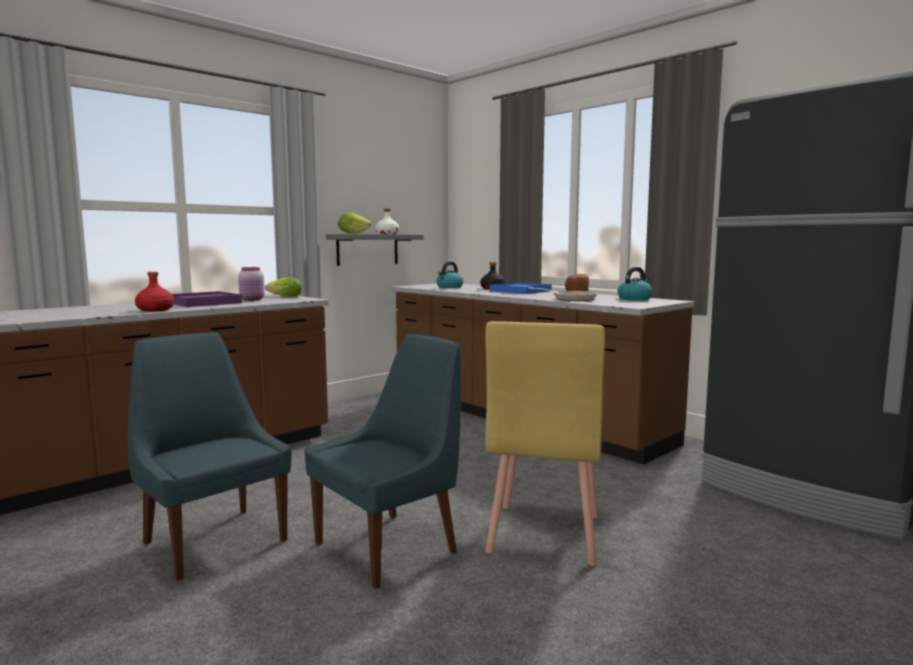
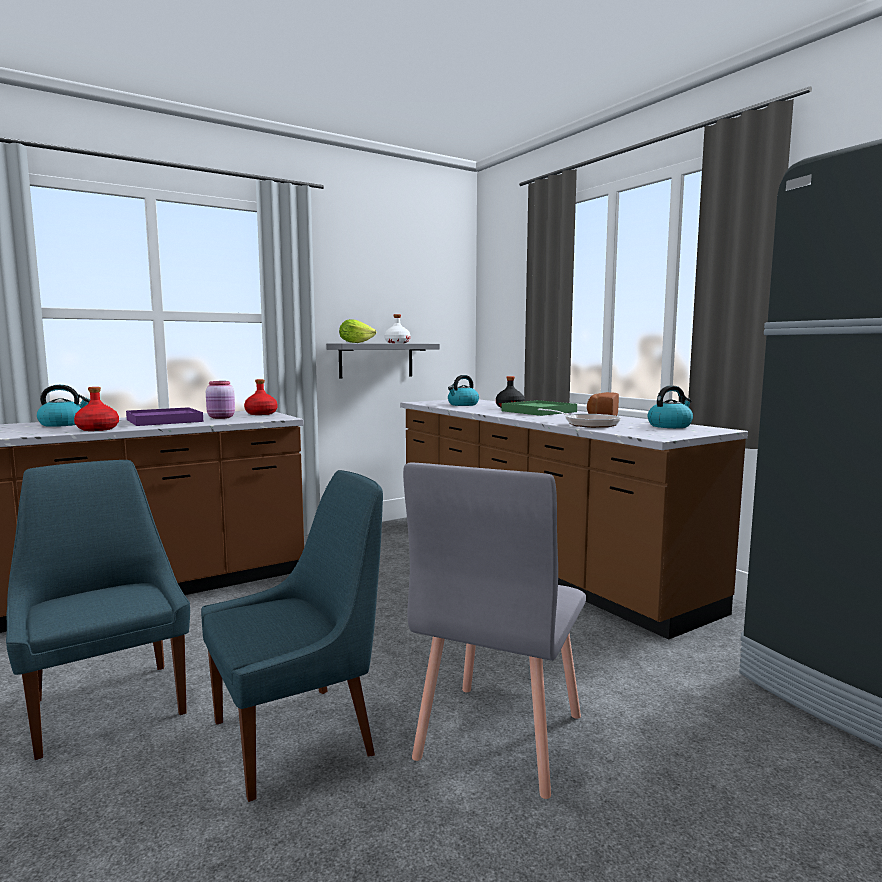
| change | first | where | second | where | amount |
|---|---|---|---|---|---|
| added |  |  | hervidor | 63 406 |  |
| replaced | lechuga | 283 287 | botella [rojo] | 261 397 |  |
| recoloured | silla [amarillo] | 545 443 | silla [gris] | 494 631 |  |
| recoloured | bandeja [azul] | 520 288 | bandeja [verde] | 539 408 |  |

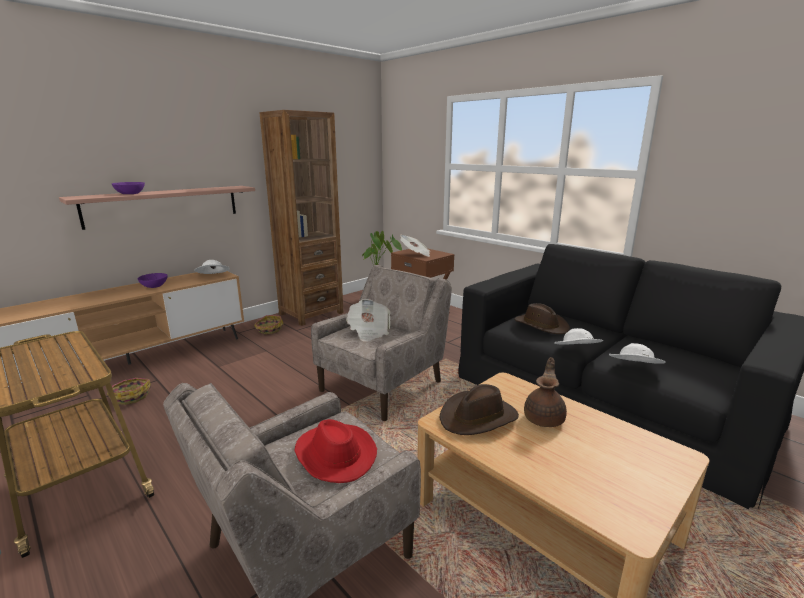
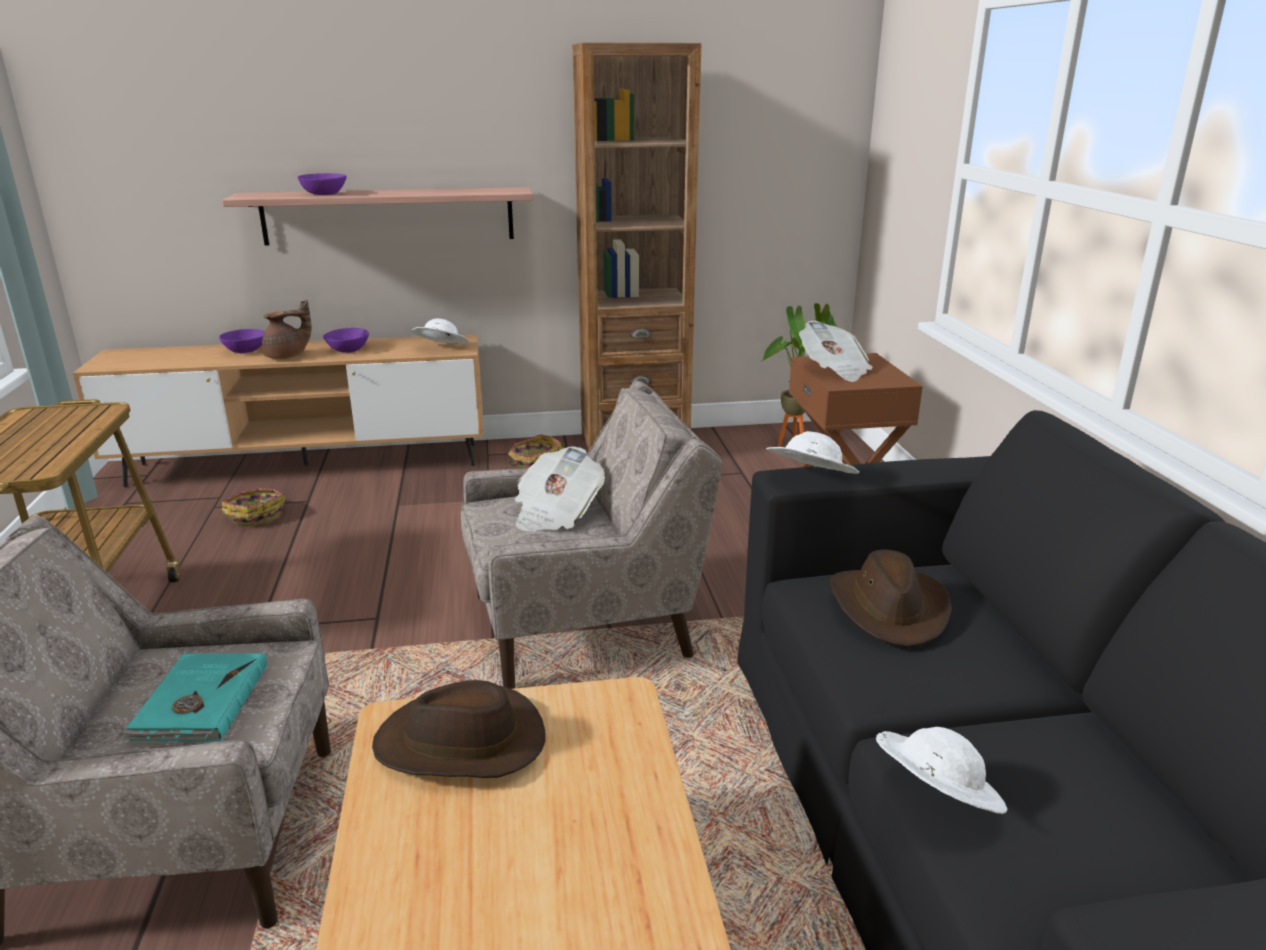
| change | first | where | second | where | amount |
|---|---|---|---|---|---|
| added |  |  | cuenco [morado] | 242 341 |  |
| moved | tetera [marrón] | 545 392 |  | 286 329 |  |
| moved | sombrero [blanco] | 578 336 |  | 812 452 |  |
| replaced | sombrero [rojo] | 336 451 | libro [turquesa] | 193 697 |  |

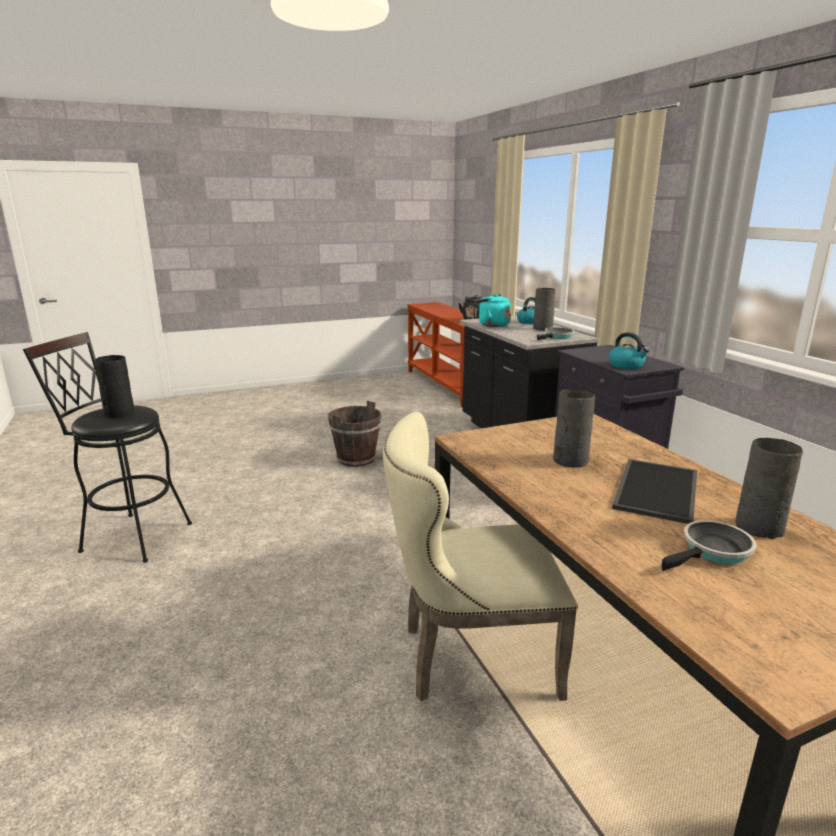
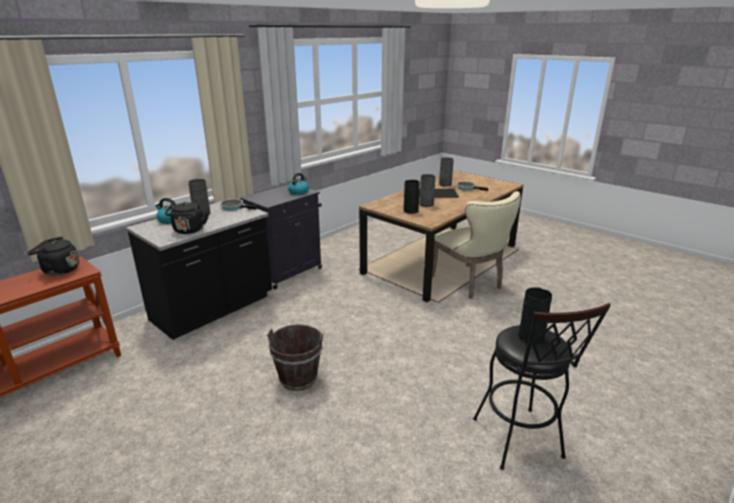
| change | first | where | second | where | amount |
|---|---|---|---|---|---|
| added |  |  | florero [negro] | 412 197 |  |
| recoloured | hervidor [turquesa] | 492 310 | hervidor [negro] | 186 218 |  |

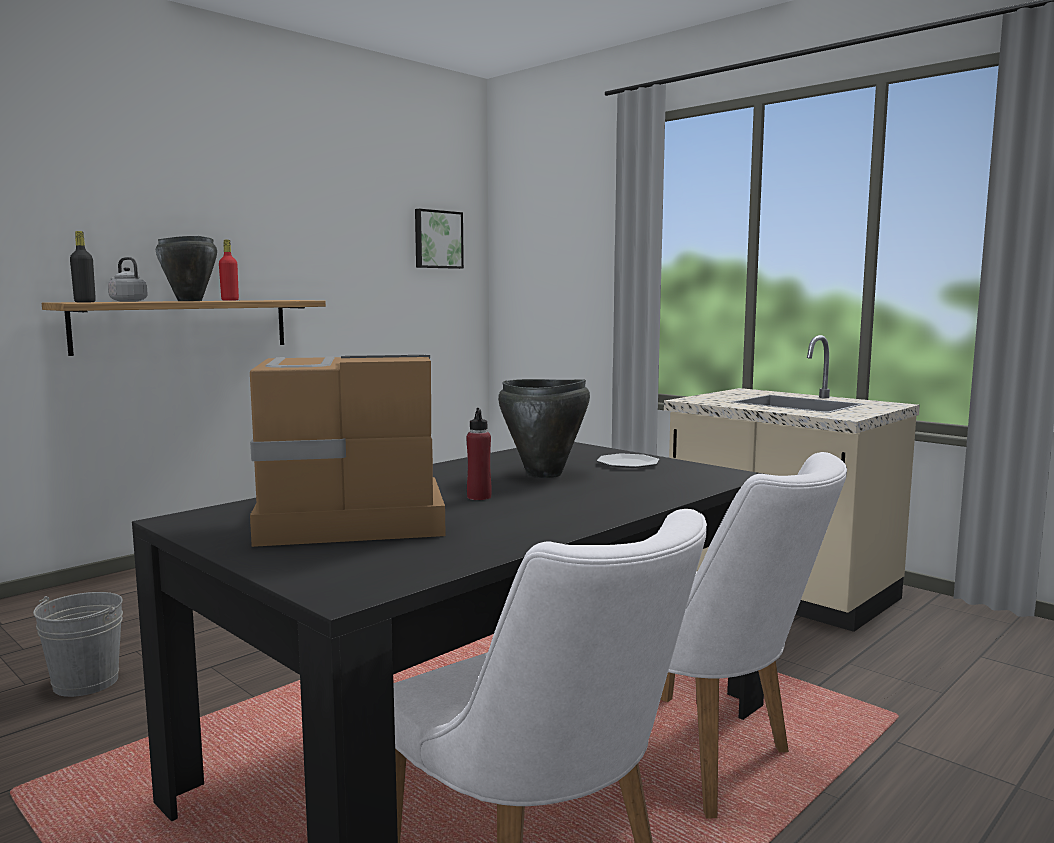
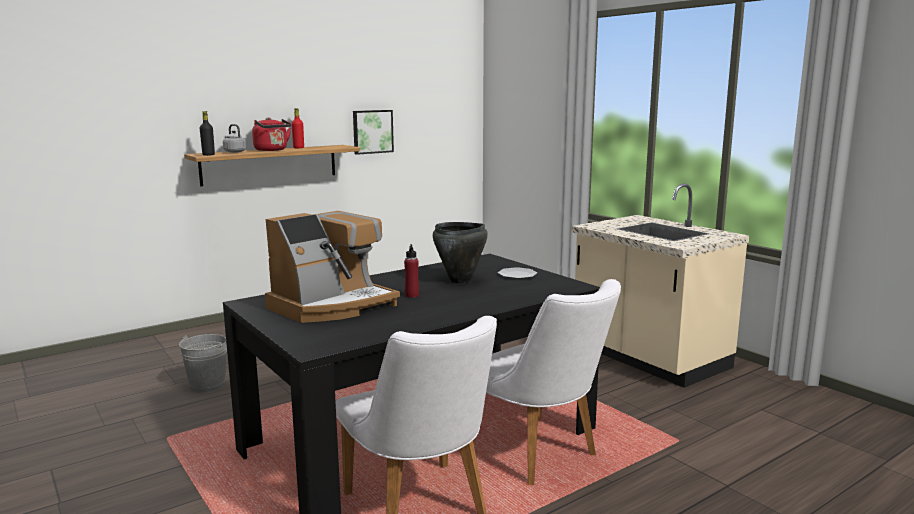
| change | first | where | second | where | amount |
|---|---|---|---|---|---|
| moved | cuadro | 439 239 |  | 373 132 |  |
| replaced | olla [negro] | 186 268 | hervidor [rojo] | 271 134 |  |
| turned | cafetera | 348 451 |  | 332 267 | 135 degrees clockwise |

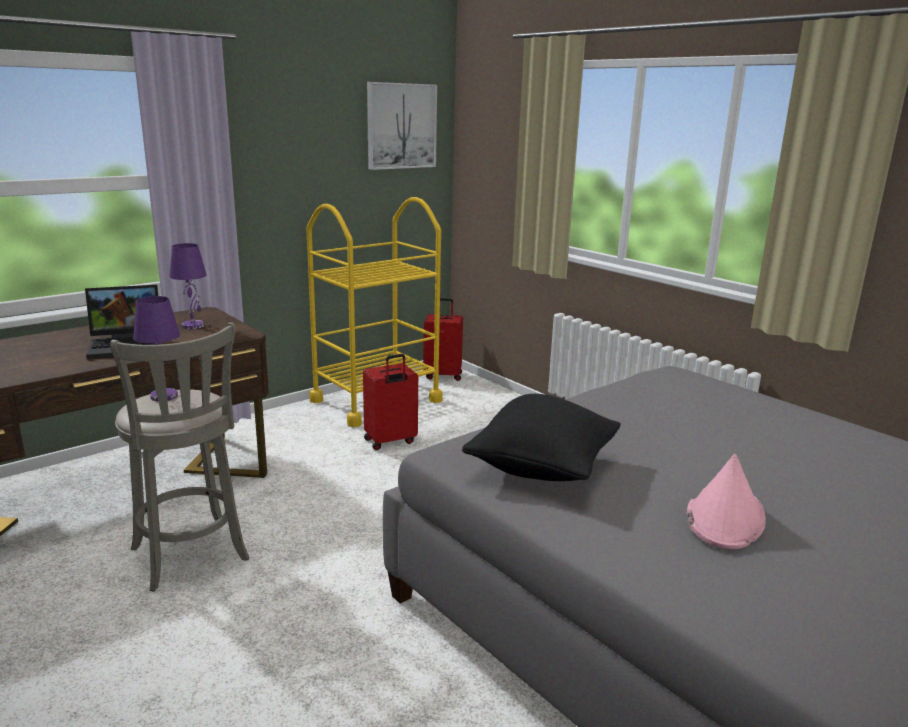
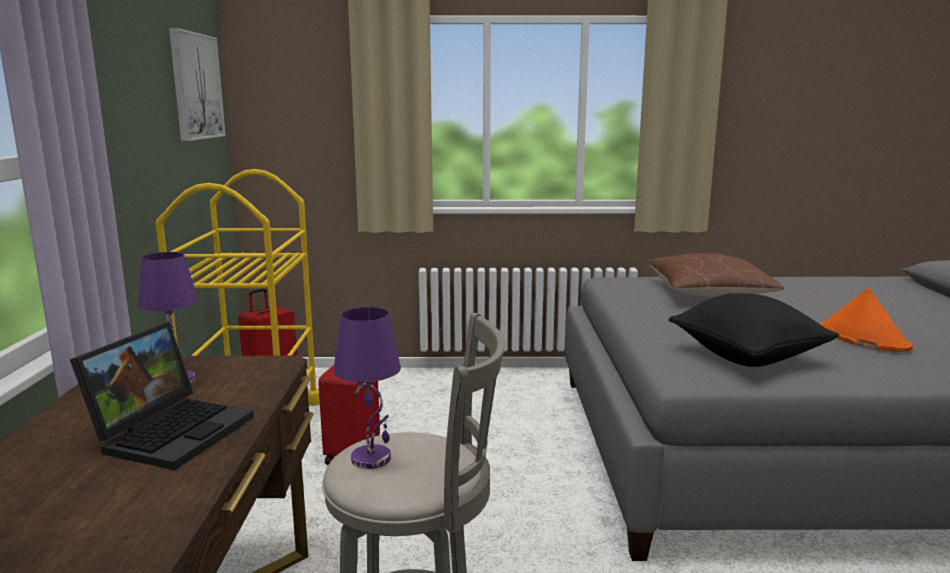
| change | first | where | second | where | amount |
|---|---|---|---|---|---|
| added |  |  | cojín [marrón] | 716 275 |  |
| recoloured | sombrero [rosa] | 726 501 | sombrero [naranja] | 866 320 |  |

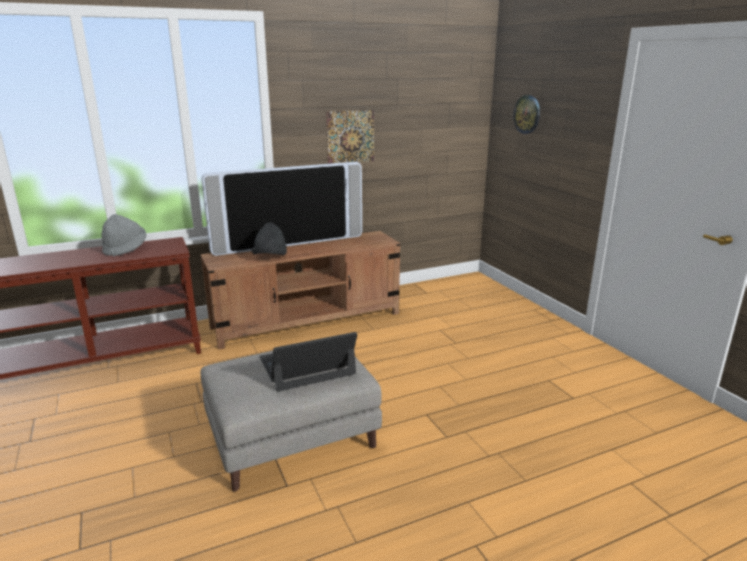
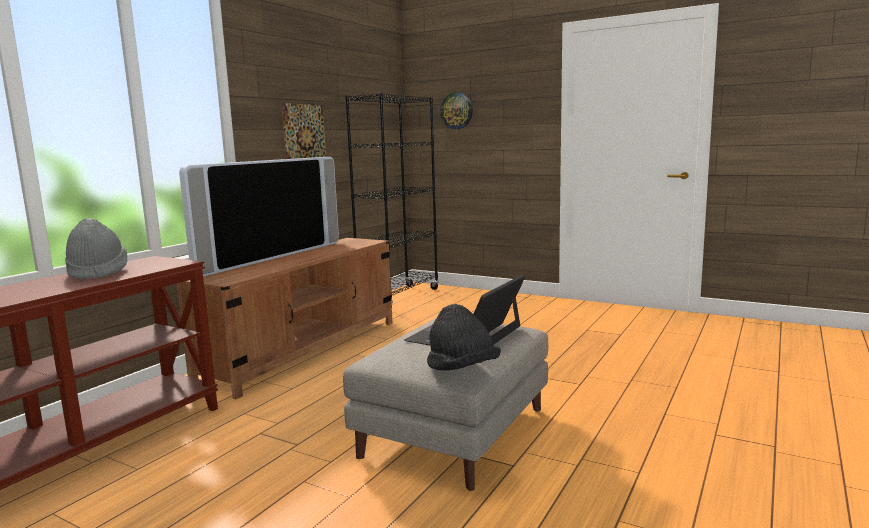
| change | first | where | second | where | amount |
|---|---|---|---|---|---|
| added |  |  | estantería [negro] | 392 198 |  |
| moved | sombrero [negro] | 269 239 |  | 464 337 |  |

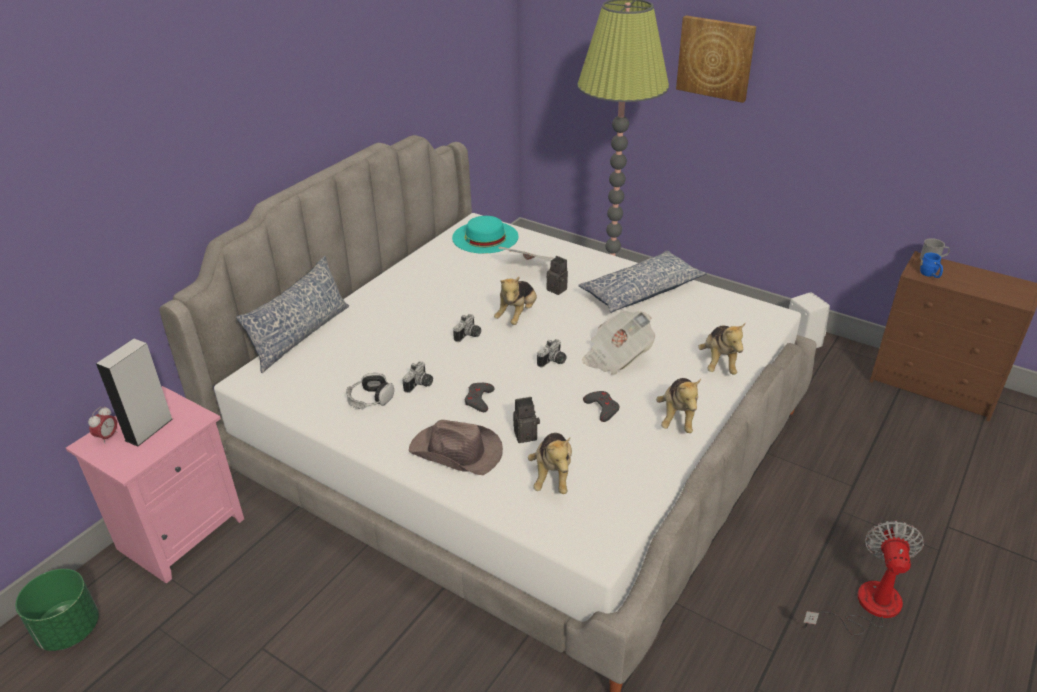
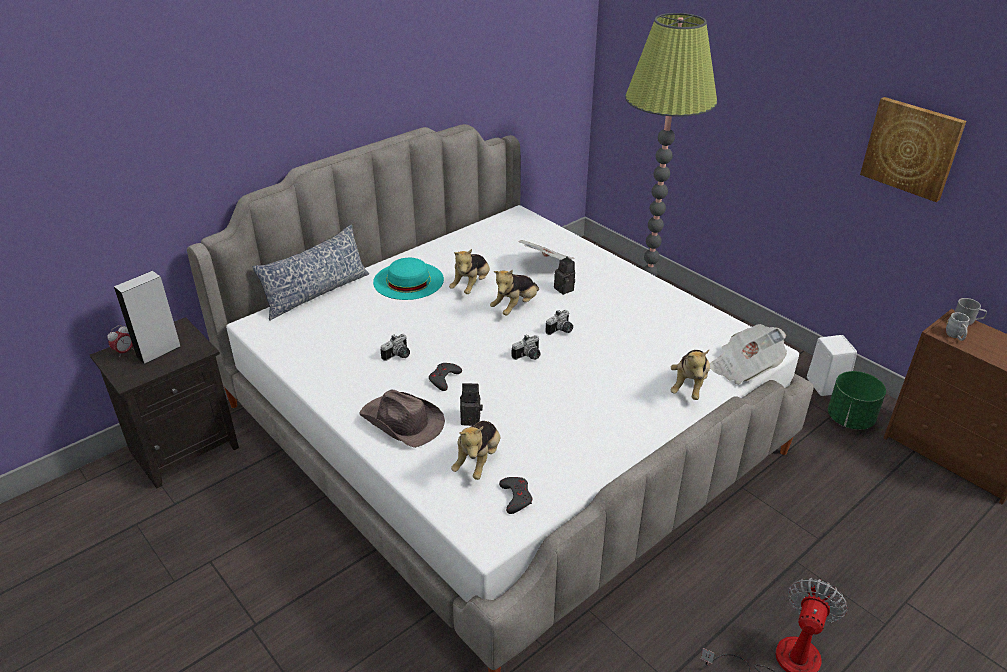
| change | first | where | second | where | amount |
|---|---|---|---|---|---|
| removed | auriculares | 370 391 |  |  |  |
| removed | cojín | 642 282 |  |  |  |
| moved | maceta [verde] | 57 610 |  | 857 400 |  |
| moved | sombrero [turquesa] | 485 235 |  | 408 279 |  |
| moved | cámara | 467 328 |  | 559 322 |  |
| moved | periódico | 618 343 |  | 748 354 |  |
| moved | mando de consola [gris] | 601 406 |  | 515 495 |  |
| moved | peluche | 678 405 |  | 469 271 |  |
| moved | cuadro | 716 59 |  | 913 149 |  |
| recoloured | mesita de noche [rosa] | 155 485 | mesita de noche [negro] | 164 403 |  |
| recoloured | taza grande [azul] | 931 265 | taza grande [gris] | 958 326 |  |

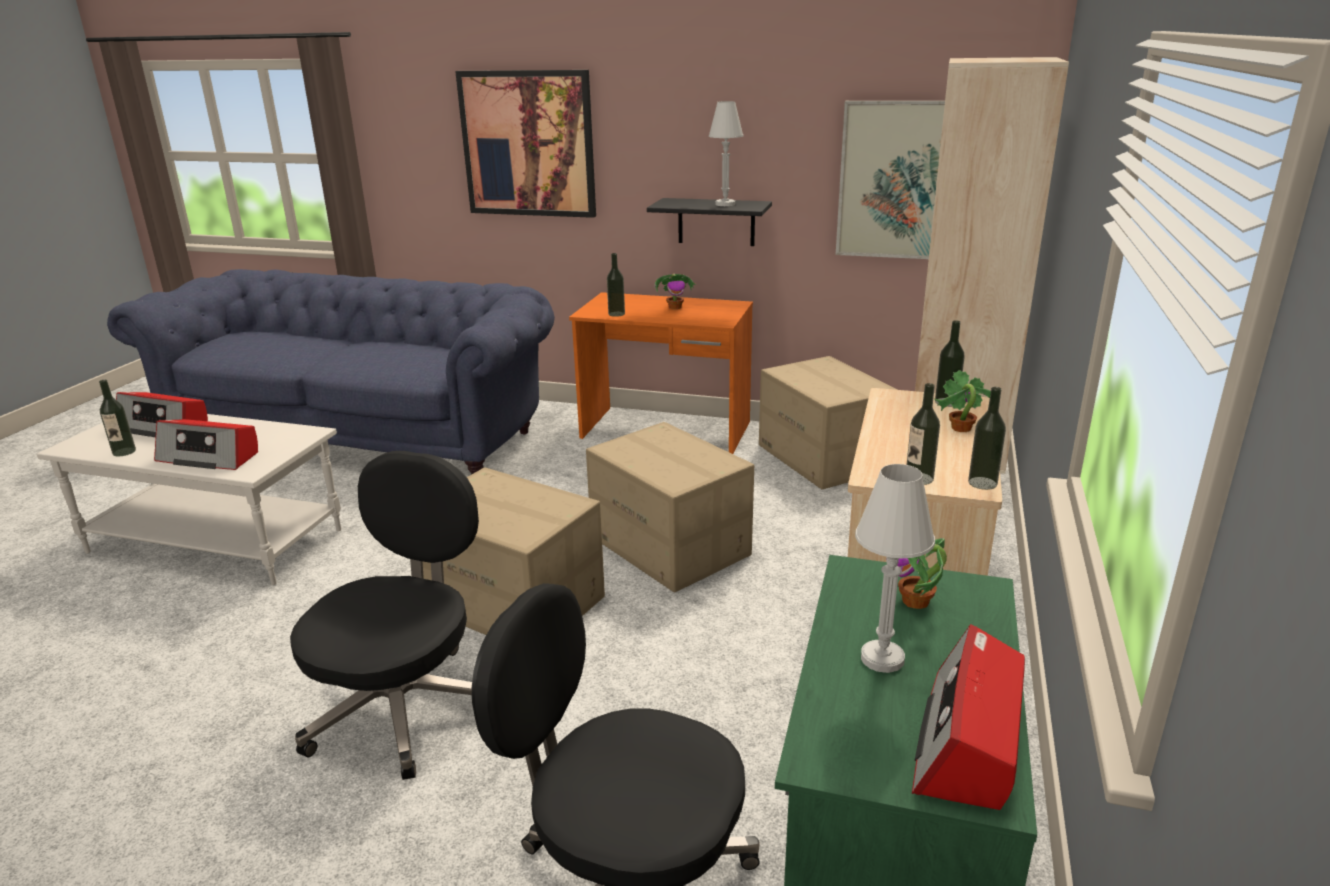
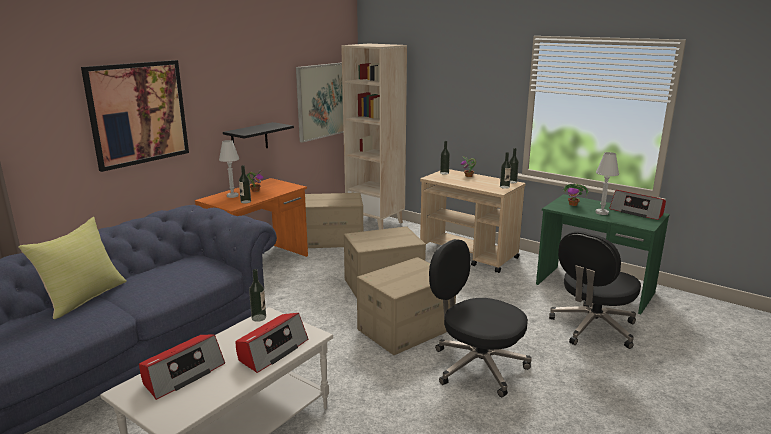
| change | first | where | second | where | amount |
|---|---|---|---|---|---|
| added |  |  | cojín [amarillo] | 72 268 |  |
| moved | botella | 117 418 |  | 257 295 |  |
| moved | lámpara de mesa [blanco] | 726 153 |  | 229 169 |  |

